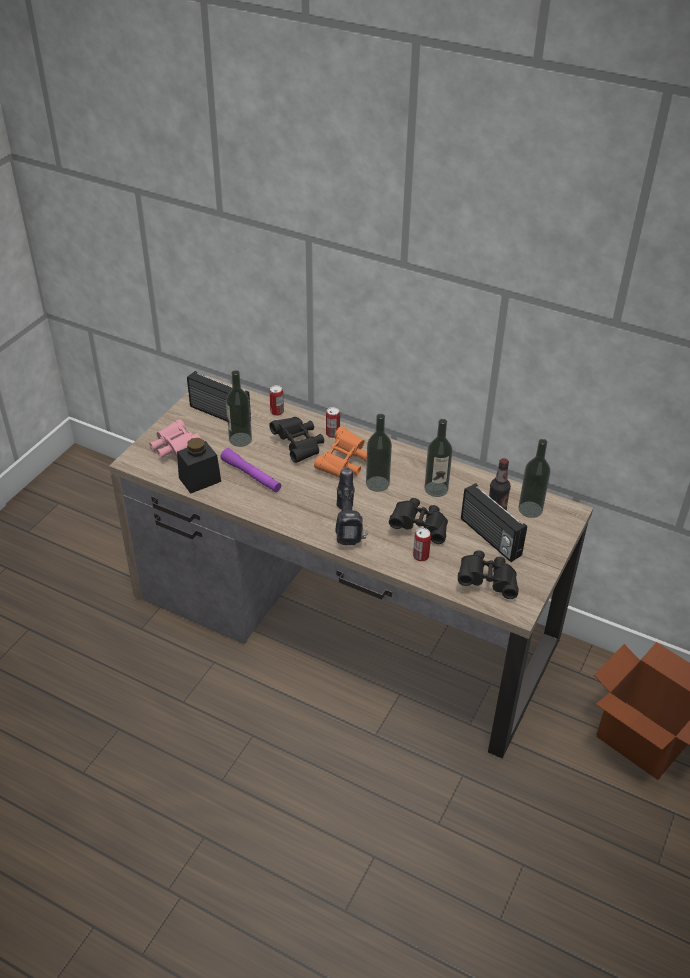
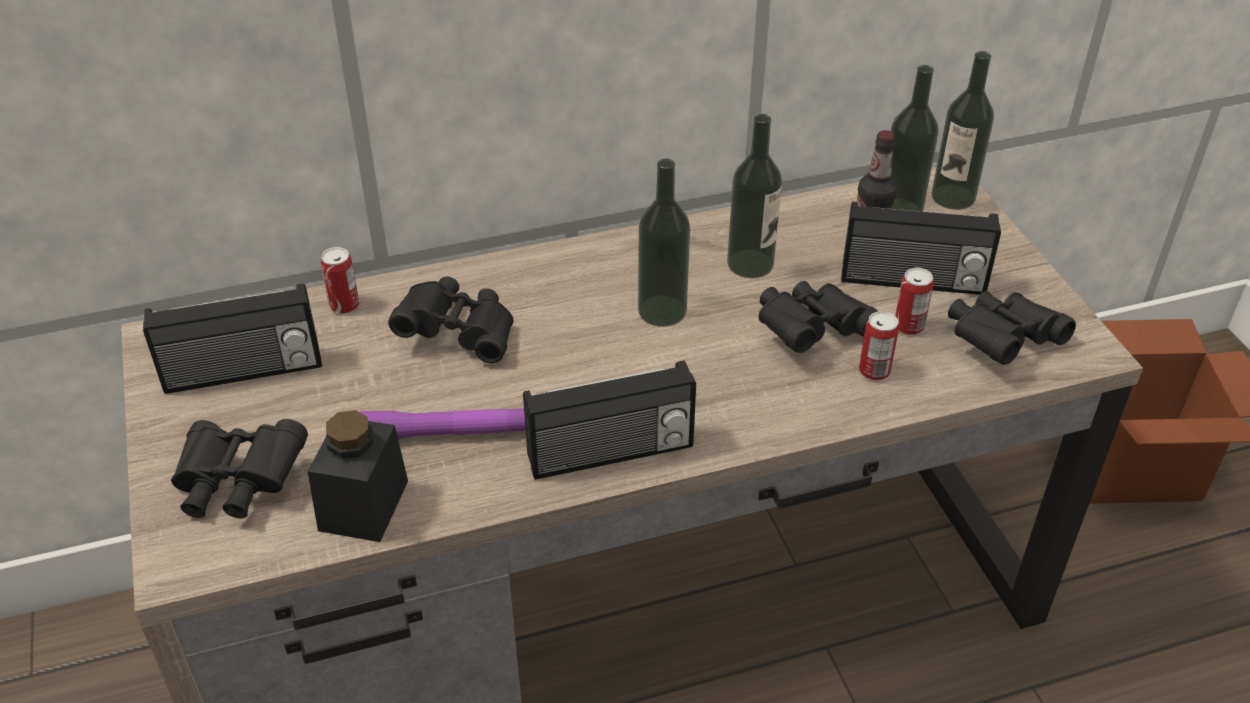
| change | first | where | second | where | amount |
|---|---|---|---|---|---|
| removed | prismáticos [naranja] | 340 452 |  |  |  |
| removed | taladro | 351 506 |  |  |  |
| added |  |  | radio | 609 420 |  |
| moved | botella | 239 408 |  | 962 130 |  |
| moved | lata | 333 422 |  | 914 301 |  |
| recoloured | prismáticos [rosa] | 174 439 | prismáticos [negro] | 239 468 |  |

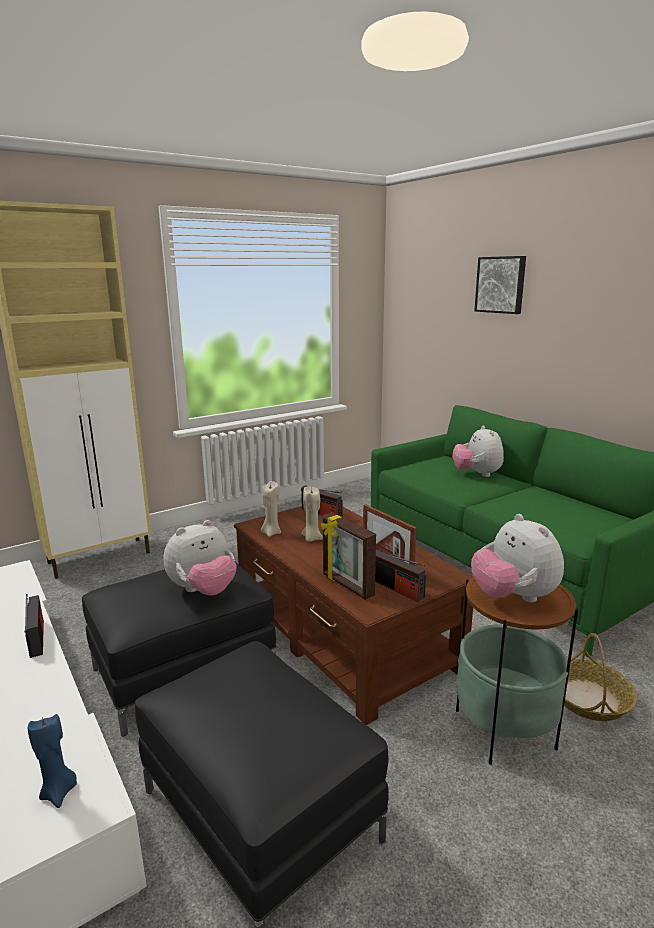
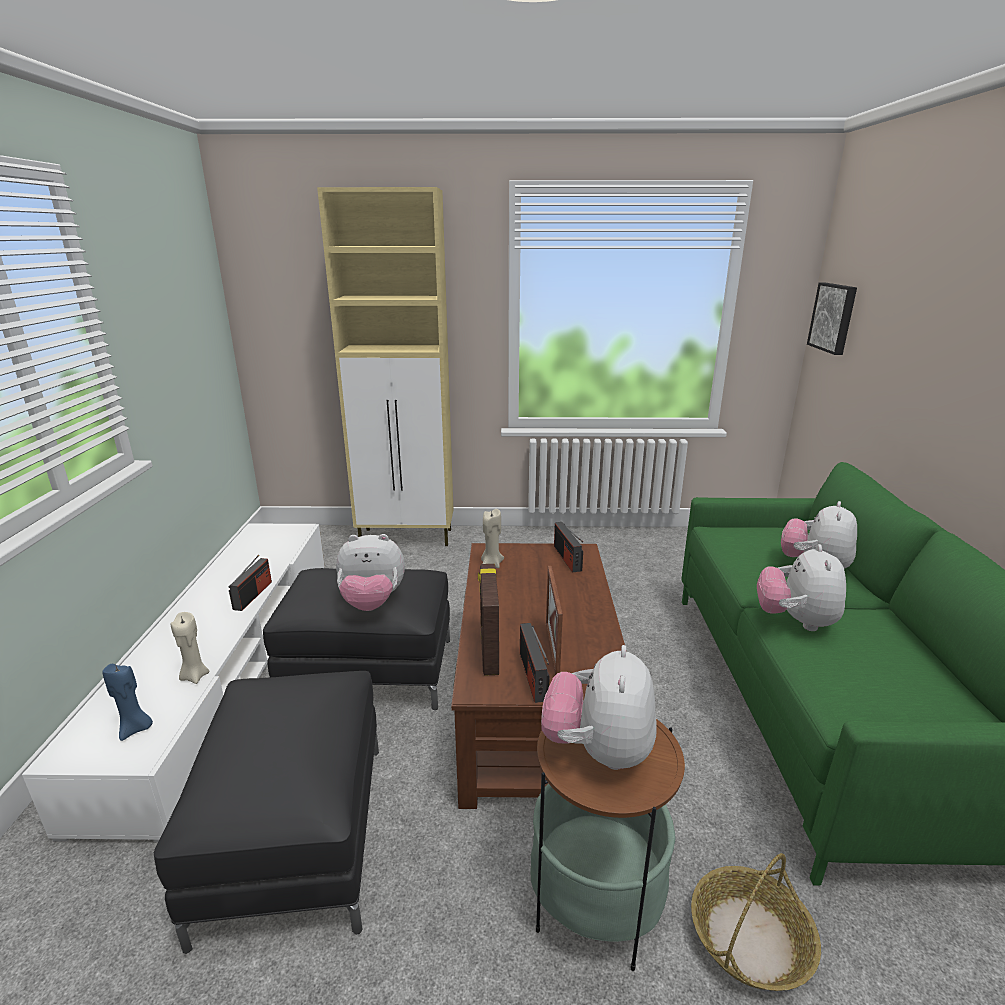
| change | first | where | second | where | amount |
|---|---|---|---|---|---|
| added |  |  | peluche | 801 587 |  |
| moved | vela [beis] | 312 514 |  | 190 648 |  |
| moved | cuadro | 500 285 |  | 832 319 |  |

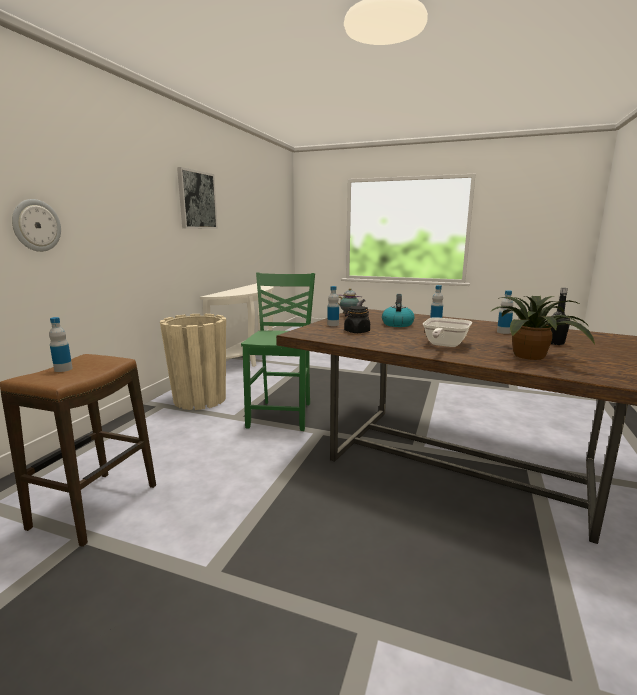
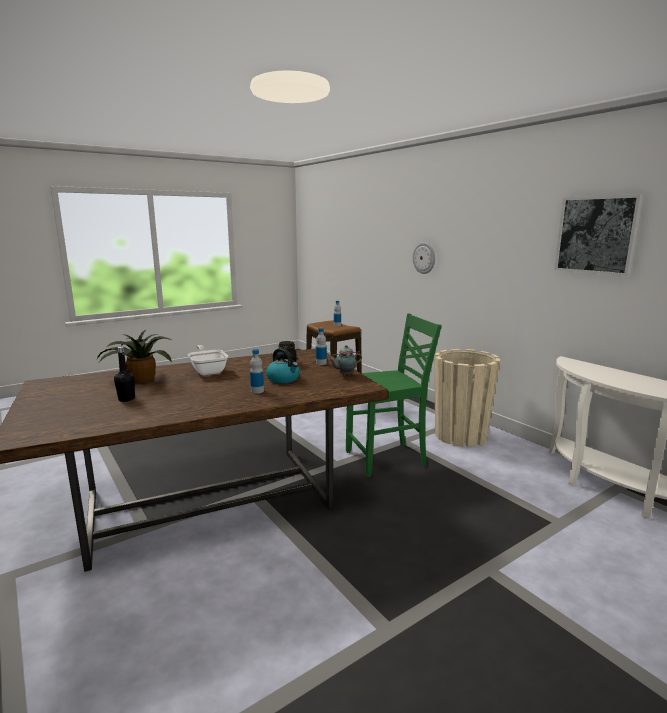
| change | first | where | second | where | amount |
|---|---|---|---|---|---|
| removed | botella | 505 312 |  |  |  |
| turned | silla [verde] | 278 351 |  | 394 395 | 60 degrees counterclockwise |

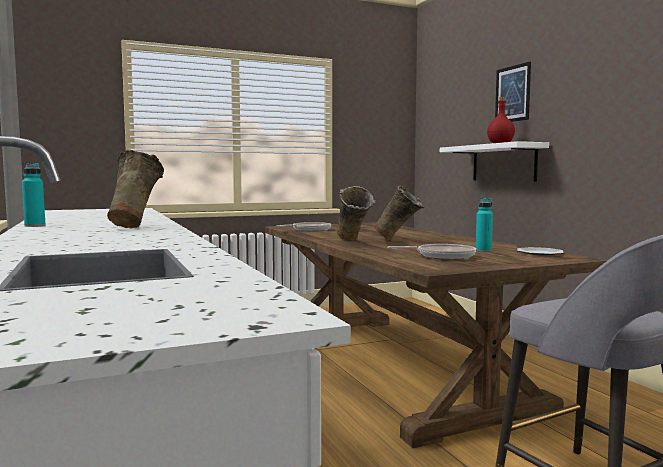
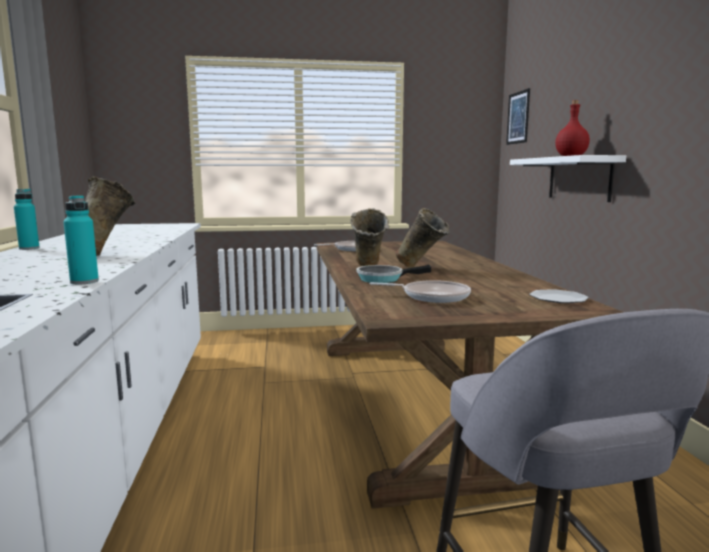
| change | first | where | second | where | amount |
|---|---|---|---|---|---|
| added |  |  | sartén | 393 274 |  |
| moved | botella [turquesa] | 484 225 |  | 81 239 |  |
| moved | cuadro | 513 91 |  | 518 116 |  |

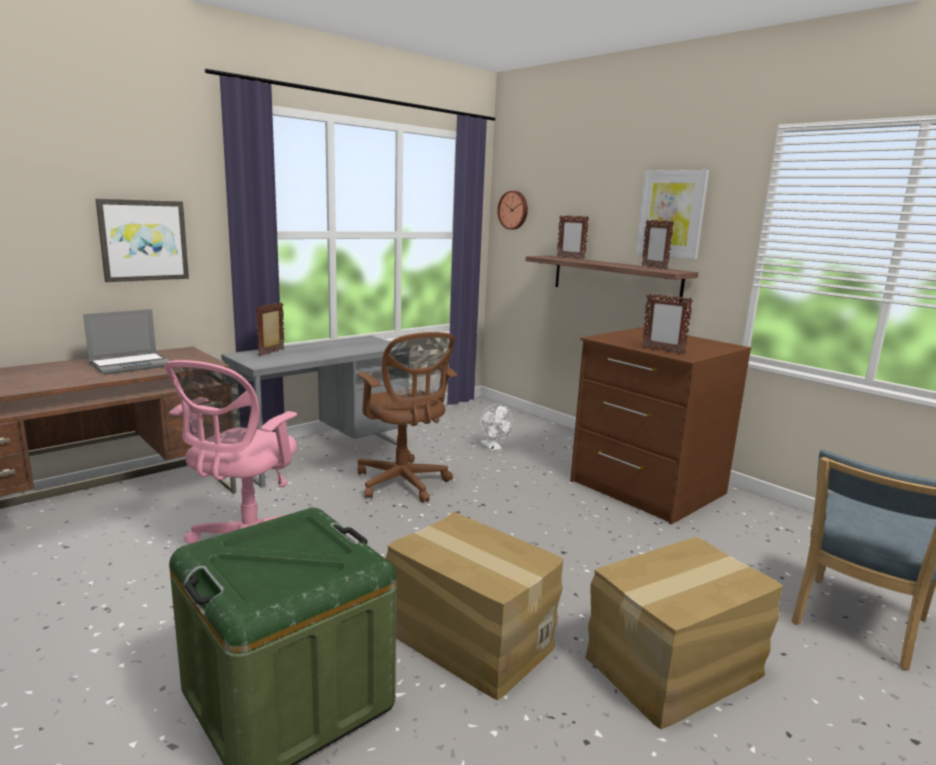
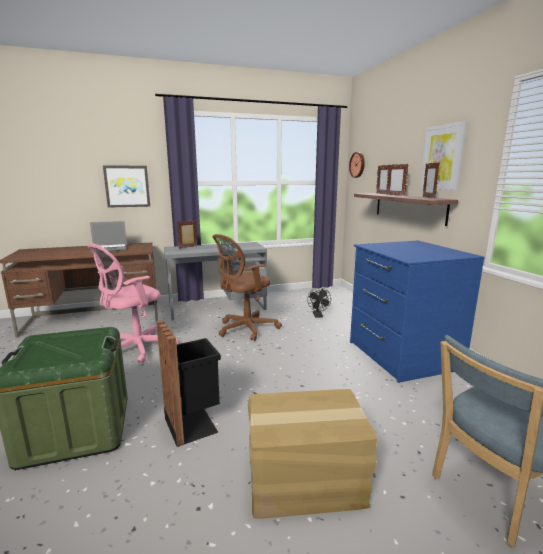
| change | first | where | second | where | amount |
|---|---|---|---|---|---|
| moved | portarretratos | 667 324 |  | 397 180 |  |
| replaced | caja de cartón | 474 606 | papelera [negro] | 188 383 |  |
| recoloured | ventilador [blanco] | 496 427 | ventilador [negro] | 319 303 |  |
| recoloured | cómoda [marrón] | 660 426 | cómoda [azul] | 417 312 |  |
| turned | silla de oficina [marrón] | 407 417 |  | 247 287 | 60 degrees clockwise |

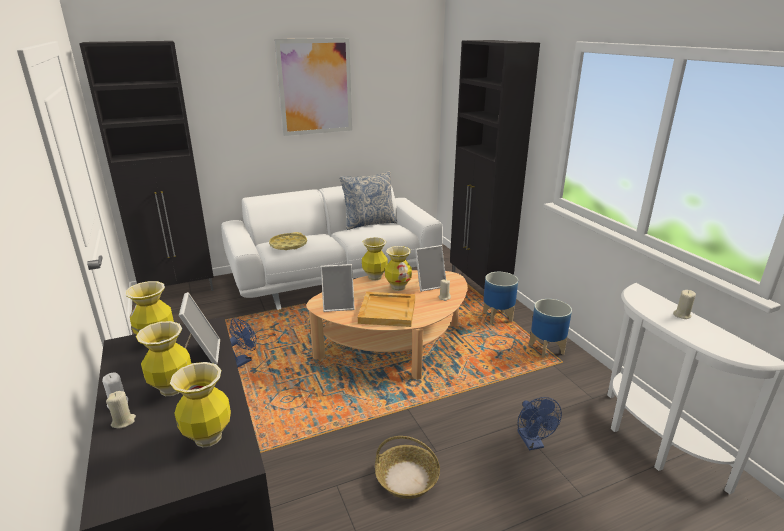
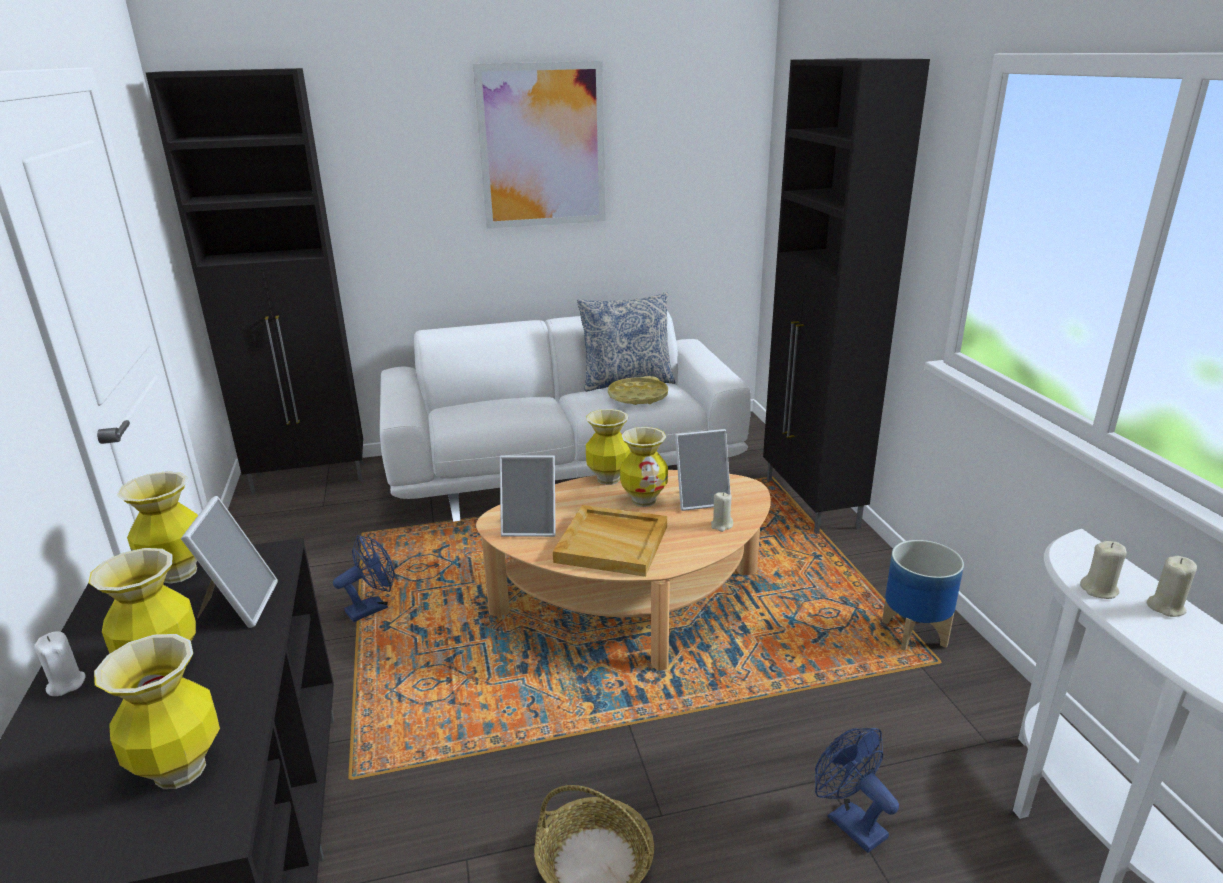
| change | first | where | second | where | amount |
|---|---|---|---|---|---|
| removed | maceta | 500 298 |  |  |  |
| moved | vela [beis] | 121 409 |  | 1103 570 |  |
| moved | bandeja [amarillo] | 288 241 |  | 638 390 |  |
| turned | ventilador [azul] | 539 423 |  | 857 790 | 150 degrees clockwise |

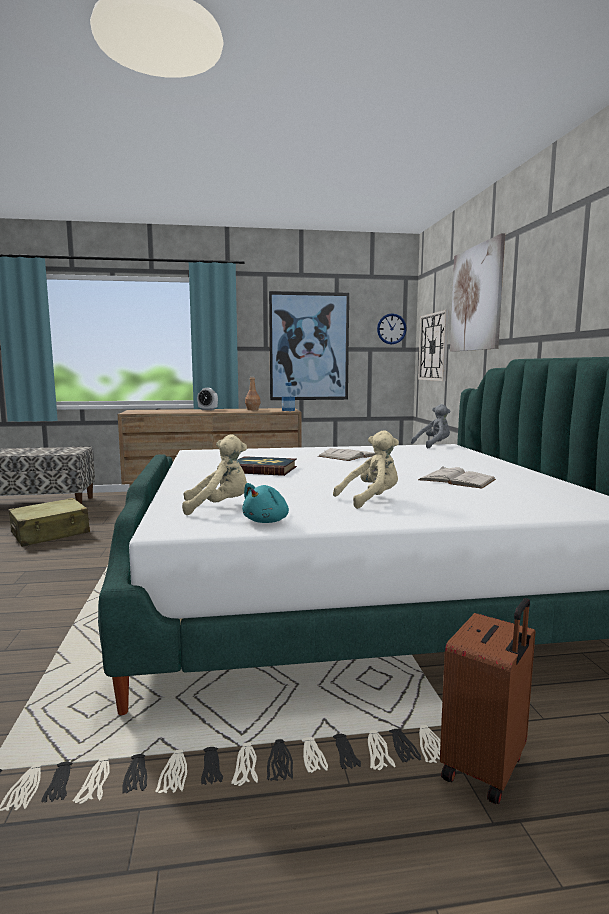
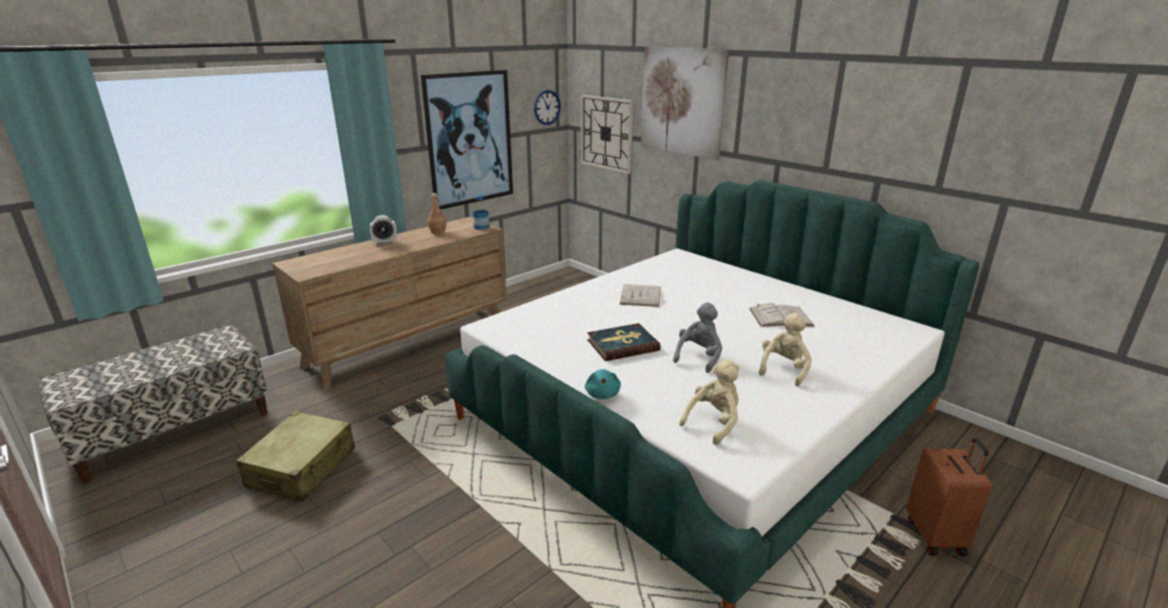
| change | first | where | second | where | amount |
|---|---|---|---|---|---|
| moved | peluche [turquesa] | 265 503 |  | 603 384 |  |
| moved | peluche [gris] | 431 426 |  | 697 337 |  |

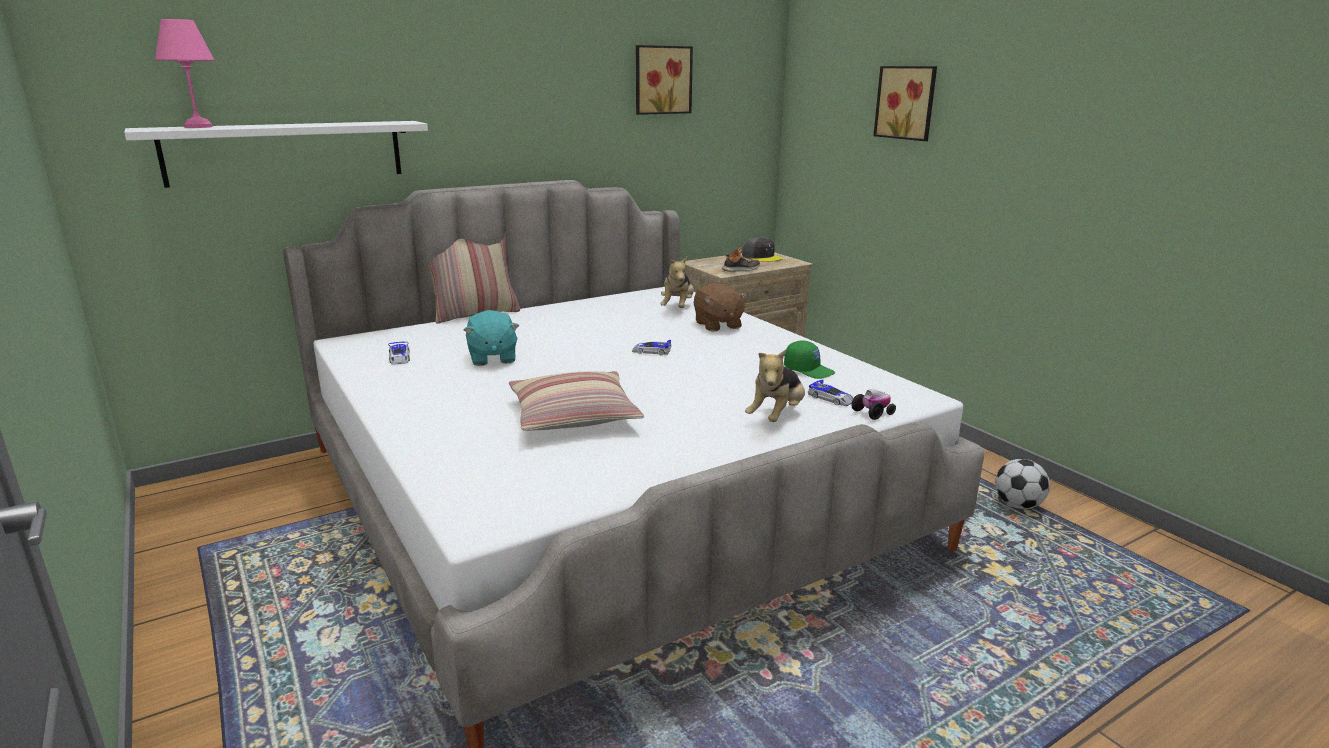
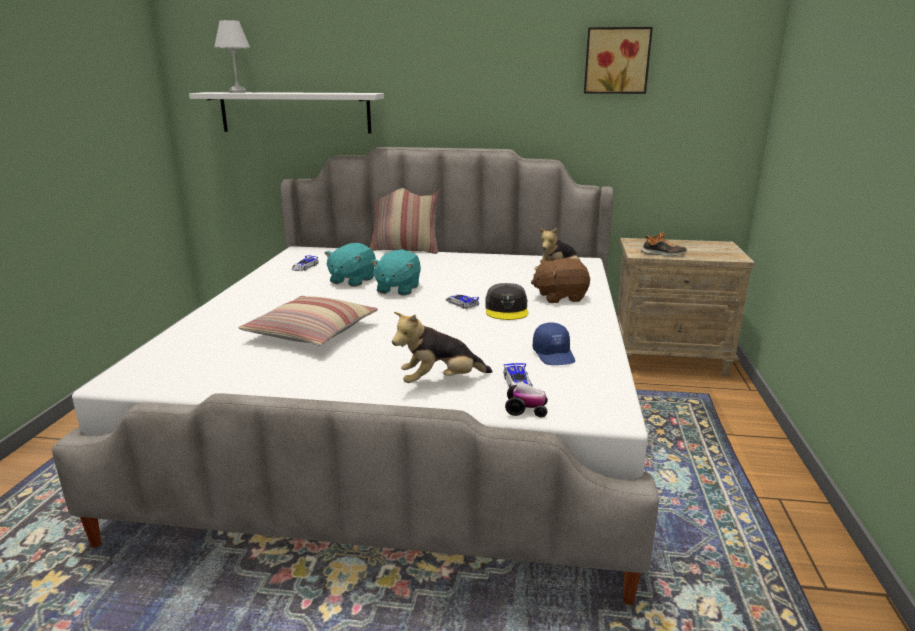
| change | first | where | second | where | amount |
|---|---|---|---|---|---|
| removed | cuadro | 905 103 |  |  |  |
| removed | balón de fútbol | 1022 484 |  |  |  |
| added |  |  | peluche [turquesa] | 396 273 |  |
| moved | gorra [gris] | 762 249 |  | 506 301 |  |
| recoloured | lámpara de mesa [rosa] | 185 73 | lámpara de mesa [blanco] | 232 56 |  |
| recoloured | gorra [verde] | 809 359 | gorra [azul] | 554 343 |  |
| turned | peluche [marrón] | 721 307 |  | 560 280 | 60 degrees clockwise |

